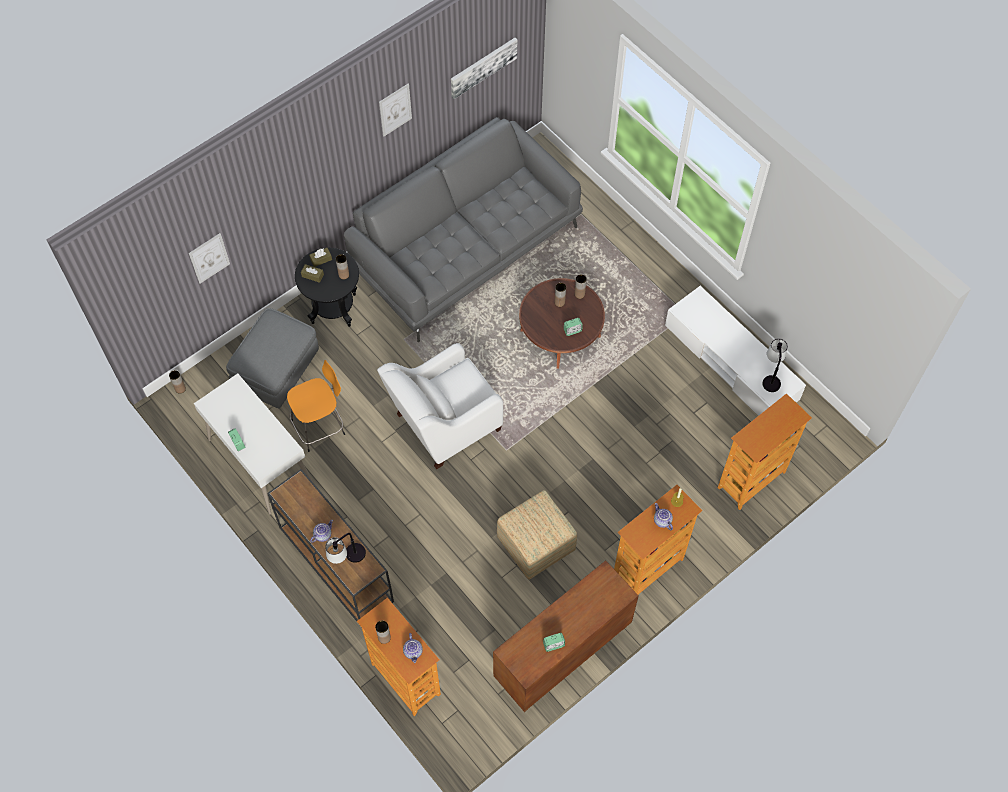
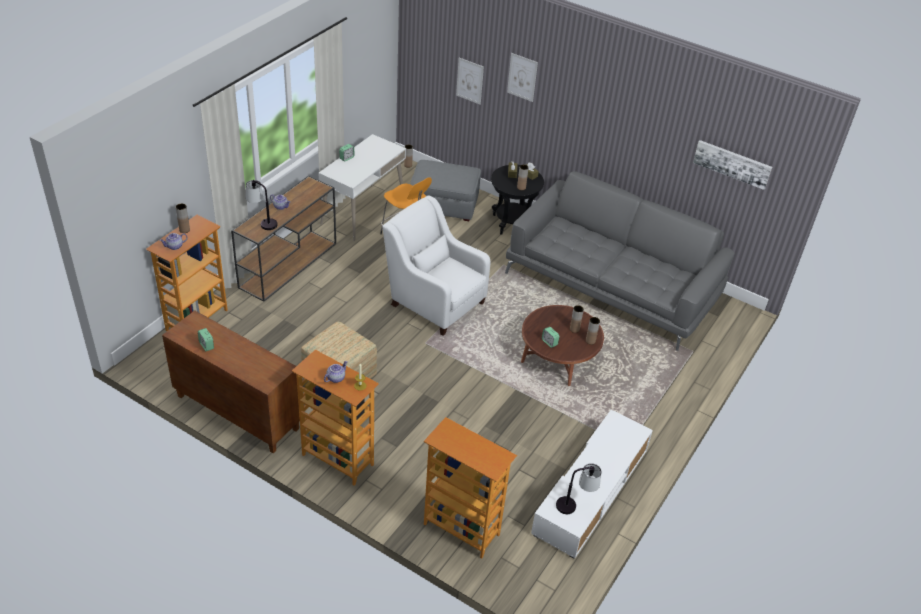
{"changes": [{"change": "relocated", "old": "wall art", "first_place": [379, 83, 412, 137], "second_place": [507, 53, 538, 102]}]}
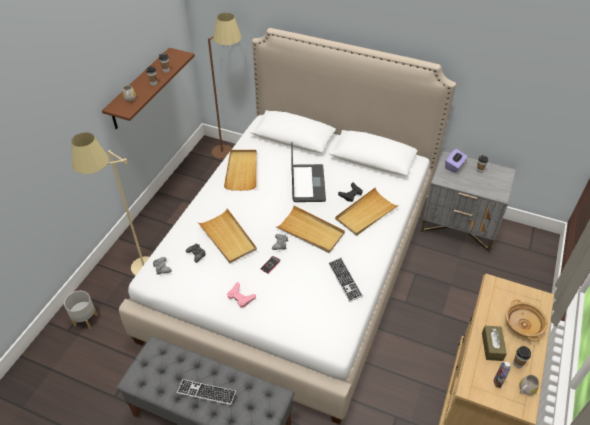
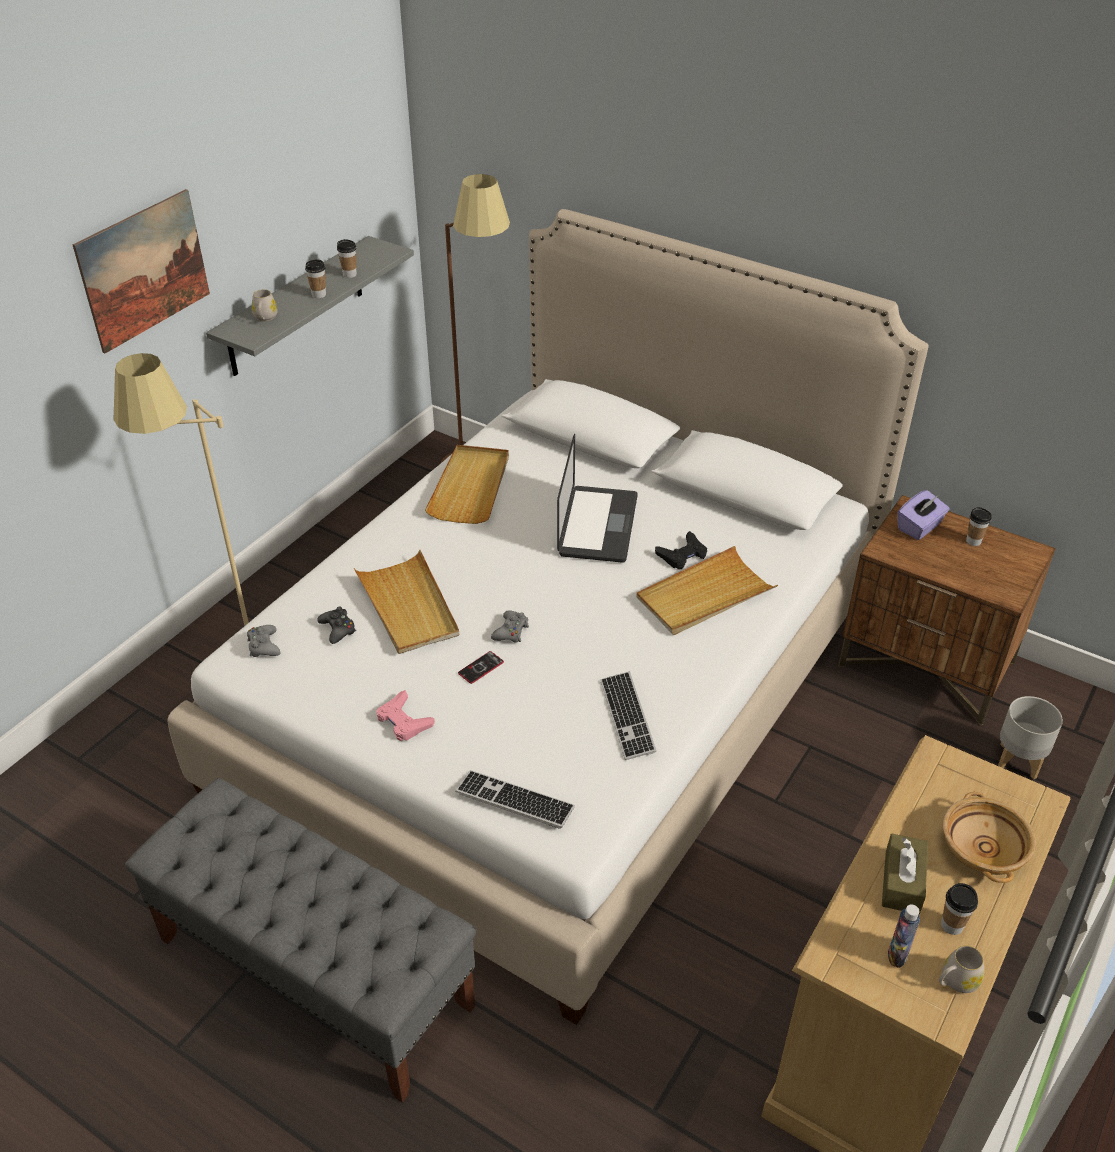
{"changes": [{"change": "missing", "old": "carrying tray/sand-coloured", "first_place": [277, 206, 345, 253]}, {"change": "appeared", "new": "wall art", "second_place": [73, 189, 210, 353]}, {"change": "relocated", "old": "planter/grey", "first_place": [64, 291, 98, 329], "second_place": [998, 696, 1063, 780]}, {"change": "relocated", "old": "keyboard", "first_place": [177, 379, 236, 405], "second_place": [455, 770, 575, 829]}, {"change": "colour", "old": "bracket shelf/brown", "new": "bracket shelf/grey", "first_place": [102, 48, 195, 129], "second_place": [206, 236, 414, 376]}, {"change": "colour", "old": "bedside table/grey", "new": "bedside table/brown", "first_place": [420, 151, 516, 253], "second_place": [839, 495, 1056, 725]}]}
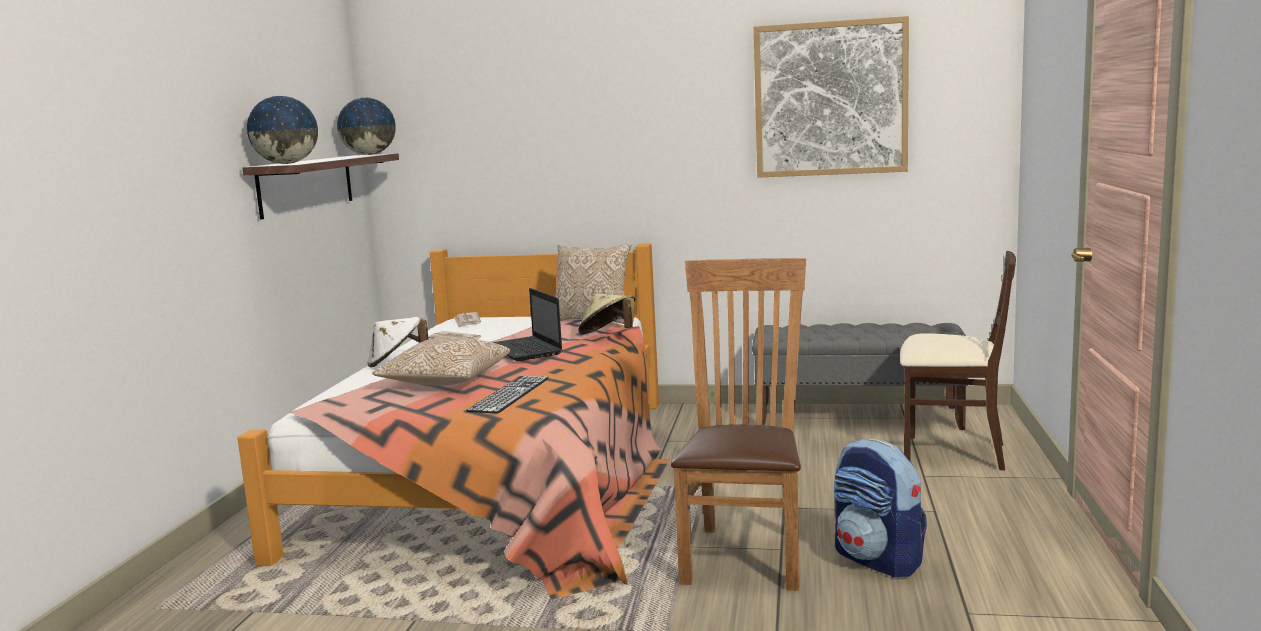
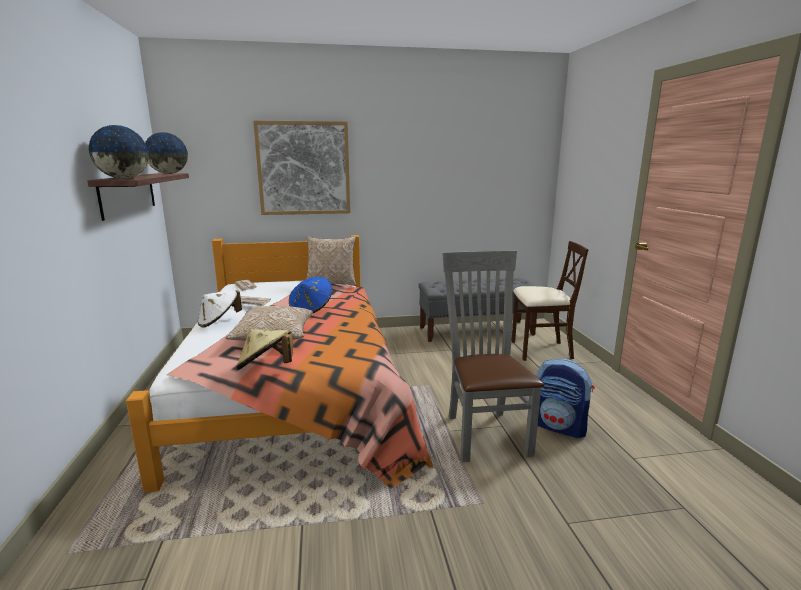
{"changes": [{"change": "missing", "old": "keyboard", "first_place": [466, 376, 549, 414]}, {"change": "relocated", "old": "hat/sand-coloured", "first_place": [578, 294, 635, 334], "second_place": [236, 329, 293, 370]}, {"change": "relocated", "old": "wall art", "first_place": [754, 16, 909, 178], "second_place": [253, 120, 350, 215]}, {"change": "exchanged", "old": "portable computer", "new": "hat/bluish", "first_place": [492, 288, 562, 361], "second_place": [289, 277, 332, 314]}, {"change": "colour", "old": "upright chair/brown", "new": "upright chair/grey", "first_place": [671, 258, 806, 591], "second_place": [442, 250, 544, 462]}]}
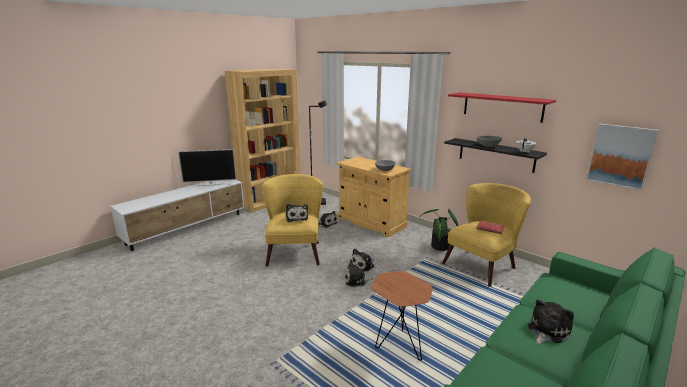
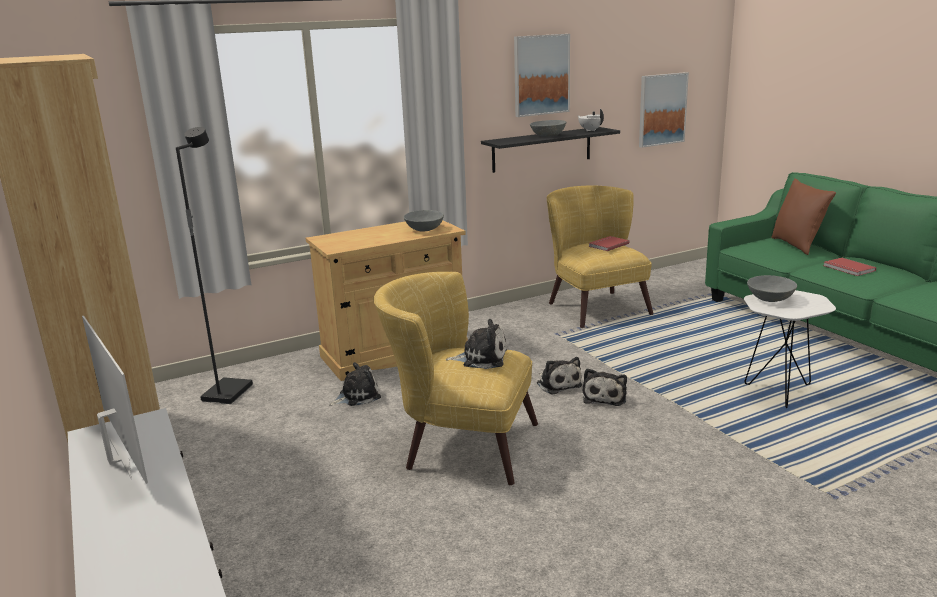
{"changes": [{"change": "missing", "old": "houseplant", "first_place": [421, 209, 458, 251]}, {"change": "appeared", "new": "deep dish/grey", "second_place": [747, 275, 797, 302]}, {"change": "appeared", "new": "pillow/brown", "second_place": [771, 178, 836, 255]}, {"change": "exchanged", "old": "bracket shelf/reddish", "new": "wall art", "first_place": [448, 92, 556, 123], "second_place": [514, 34, 570, 117]}, {"change": "exchanged", "old": "cuddly toy", "new": "book/reddish", "first_place": [528, 299, 574, 344], "second_place": [823, 258, 876, 276]}, {"change": "colour", "old": "accent table/brown", "new": "accent table/white-coloured", "first_place": [371, 271, 433, 361], "second_place": [744, 290, 836, 408]}, {"change": "spun", "old": "TV", "first_place": [178, 149, 236, 185], "second_place": [82, 316, 148, 484], "degrees": -45}]}
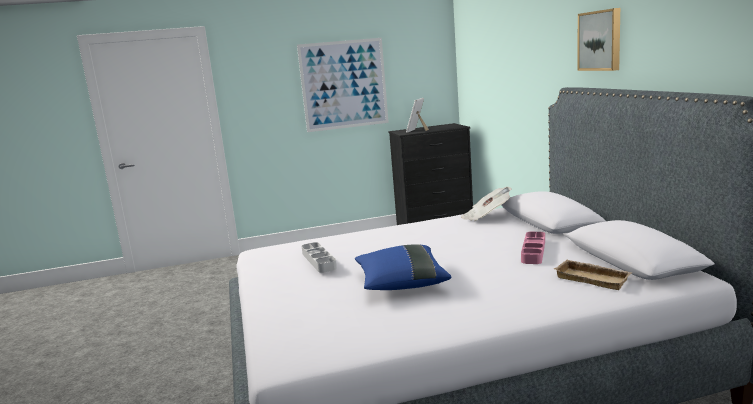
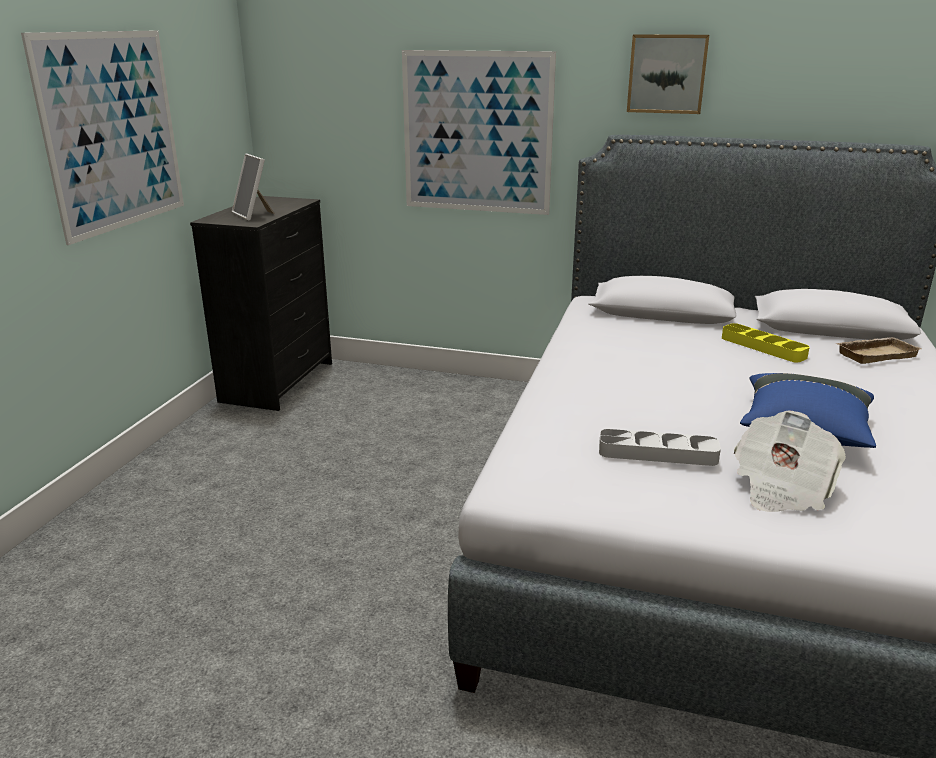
{"changes": [{"change": "appeared", "new": "wall art", "second_place": [402, 50, 556, 215]}, {"change": "relocated", "old": "newspaper", "first_place": [461, 187, 512, 221], "second_place": [734, 410, 846, 512]}, {"change": "colour", "old": "carrying tray/pinkish", "new": "carrying tray/yellowish", "first_place": [521, 232, 545, 264], "second_place": [722, 323, 810, 362]}]}
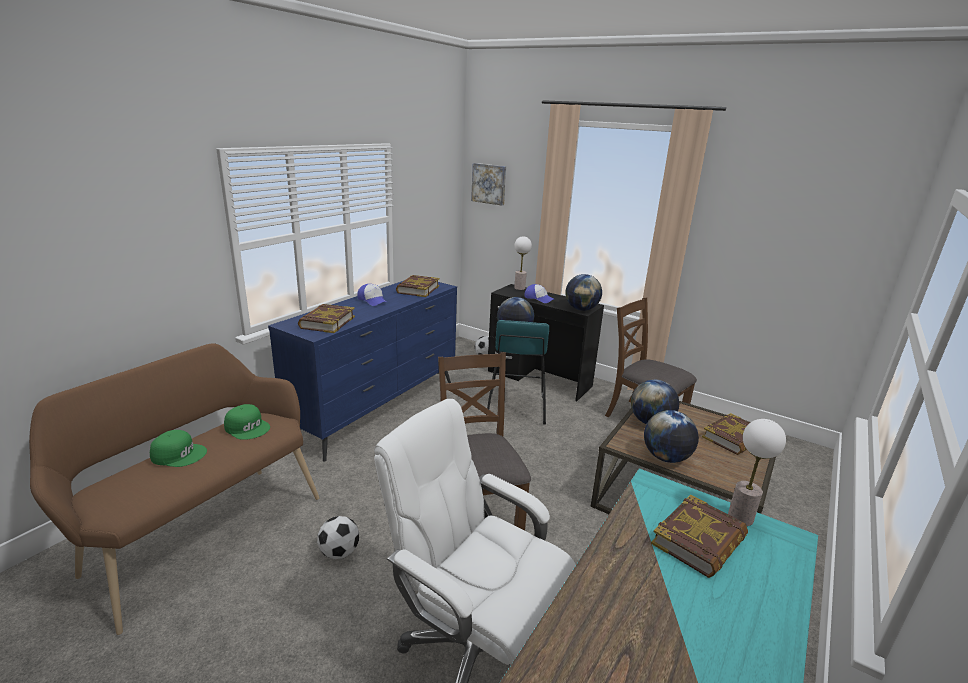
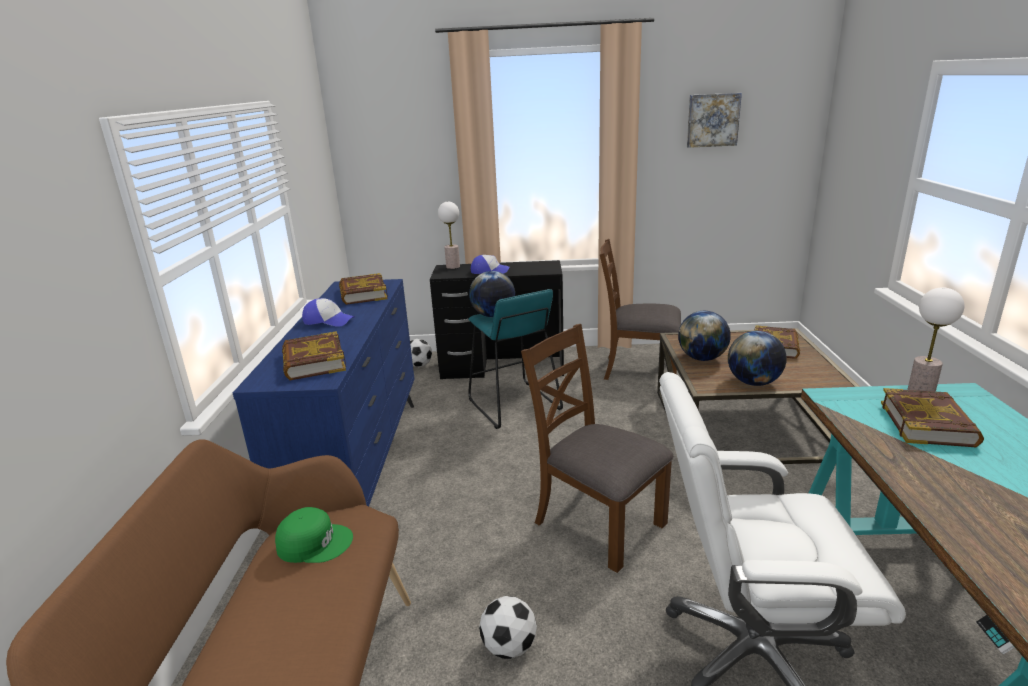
{"changes": [{"change": "missing", "old": "baseball cap/greenish", "first_place": [150, 430, 207, 467]}, {"change": "missing", "old": "desk globe", "first_place": [565, 274, 602, 311]}, {"change": "relocated", "old": "wall art", "first_place": [471, 163, 506, 206], "second_place": [687, 93, 742, 148]}]}
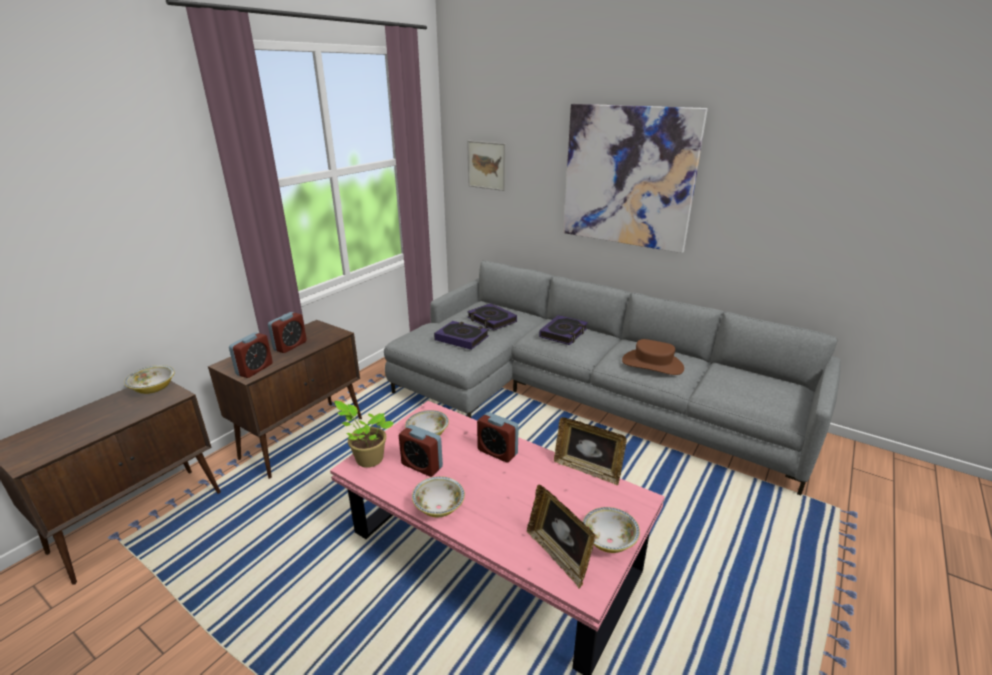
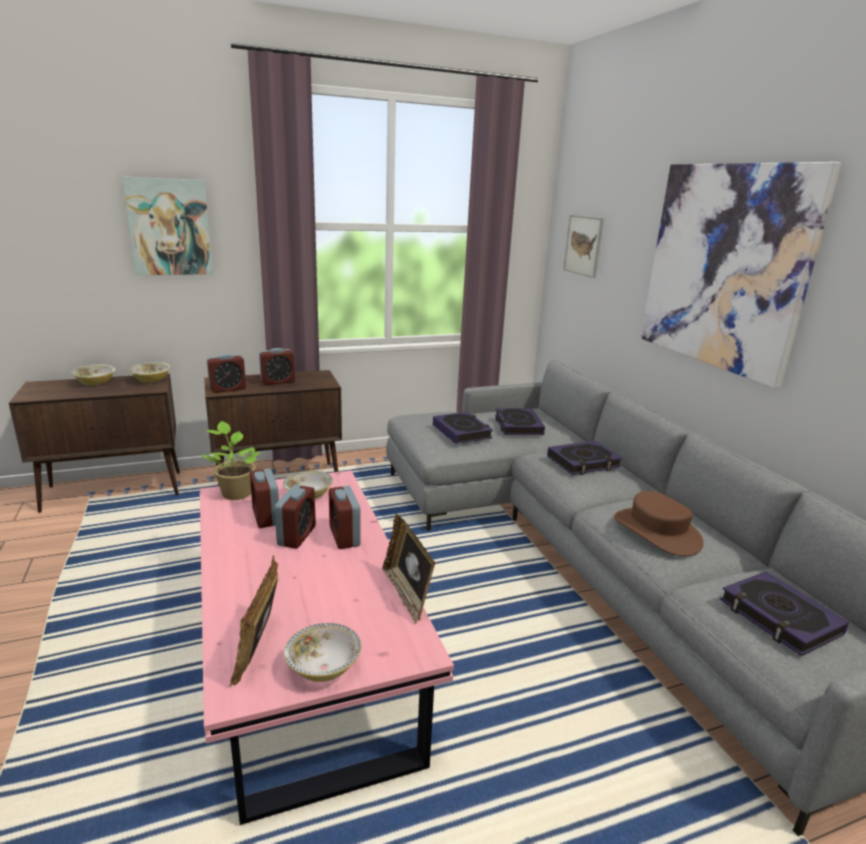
{"changes": [{"change": "appeared", "new": "wall art", "second_place": [122, 177, 213, 275]}, {"change": "appeared", "new": "alarm clock", "second_place": [275, 485, 316, 549]}, {"change": "appeared", "new": "book", "second_place": [720, 571, 849, 656]}, {"change": "relocated", "old": "deep dish", "first_place": [412, 476, 465, 517], "second_place": [71, 364, 116, 385]}]}
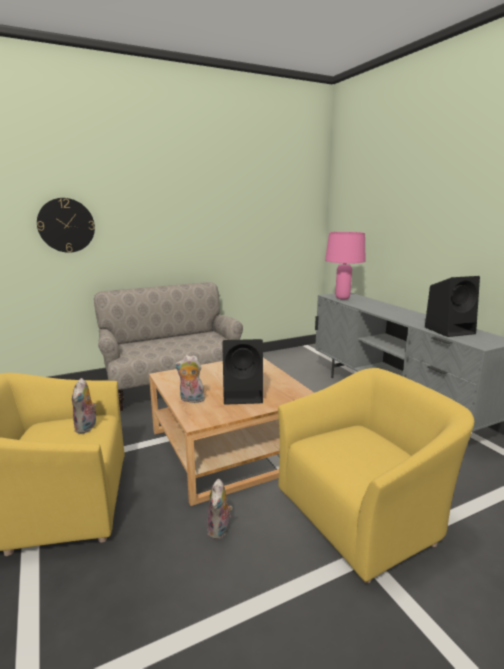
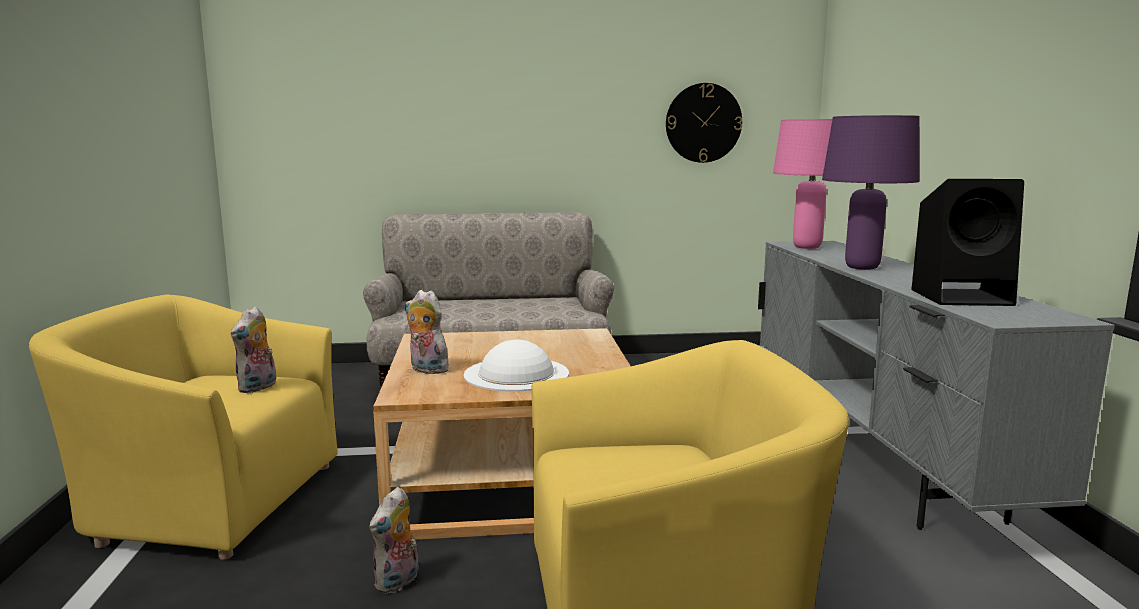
{"changes": [{"change": "appeared", "new": "table lamp/purple", "second_place": [822, 115, 920, 270]}, {"change": "relocated", "old": "clock on the wall", "first_place": [37, 198, 95, 253], "second_place": [666, 83, 742, 163]}, {"change": "exchanged", "old": "audio speaker/black", "new": "hat/white-coloured", "first_place": [222, 339, 263, 405], "second_place": [464, 340, 569, 392]}]}
